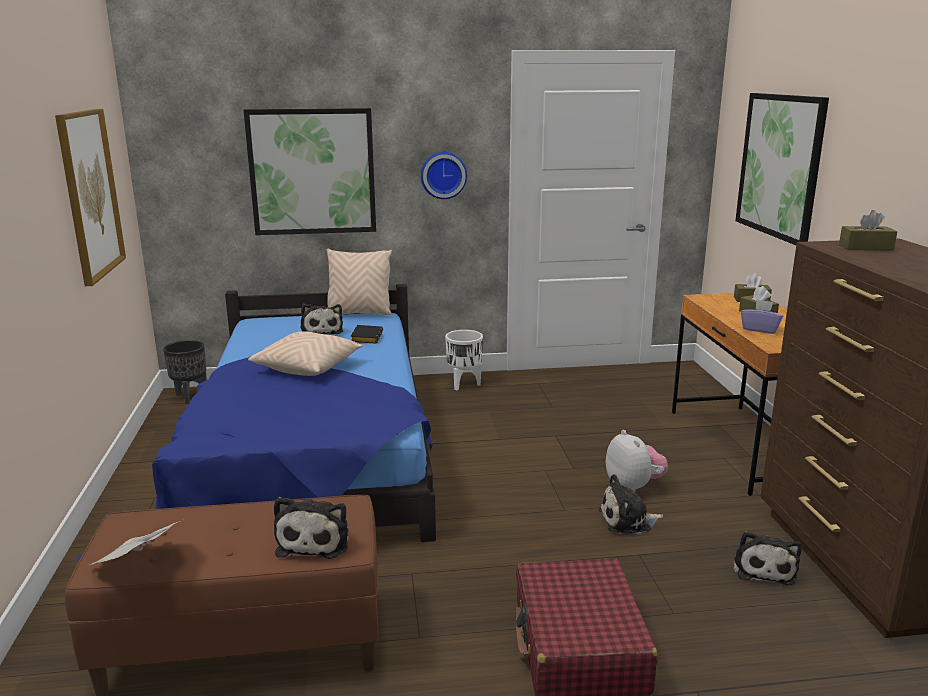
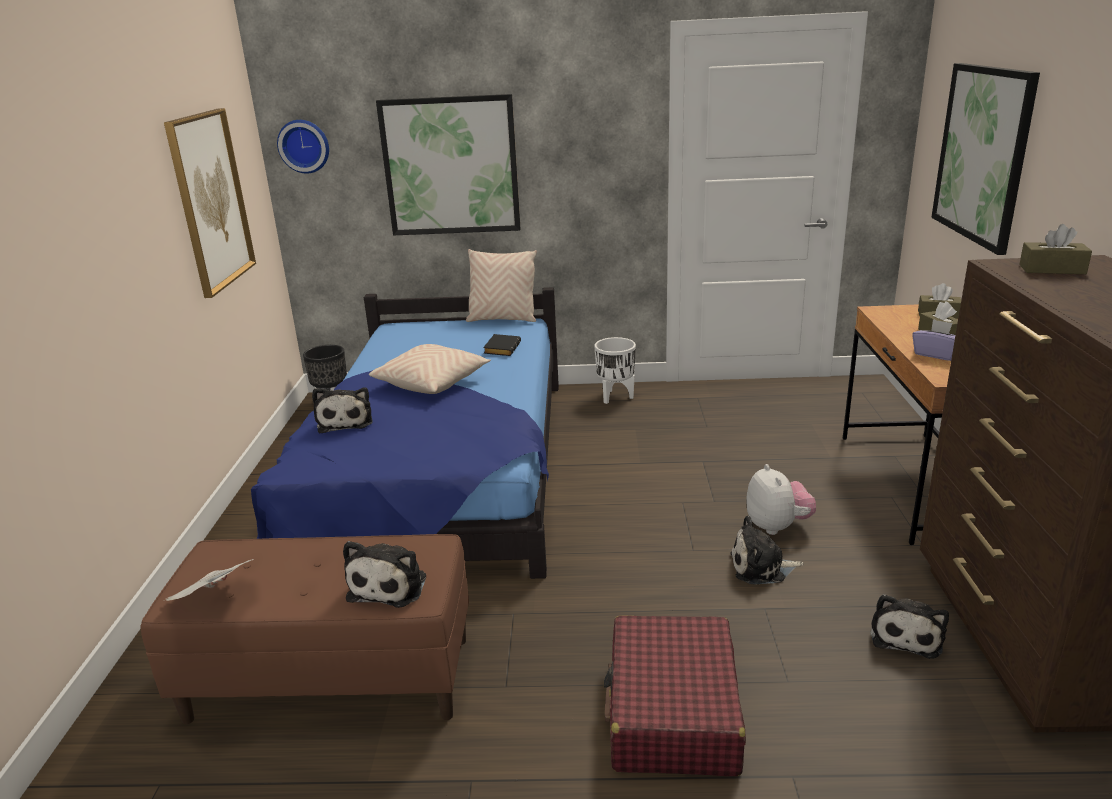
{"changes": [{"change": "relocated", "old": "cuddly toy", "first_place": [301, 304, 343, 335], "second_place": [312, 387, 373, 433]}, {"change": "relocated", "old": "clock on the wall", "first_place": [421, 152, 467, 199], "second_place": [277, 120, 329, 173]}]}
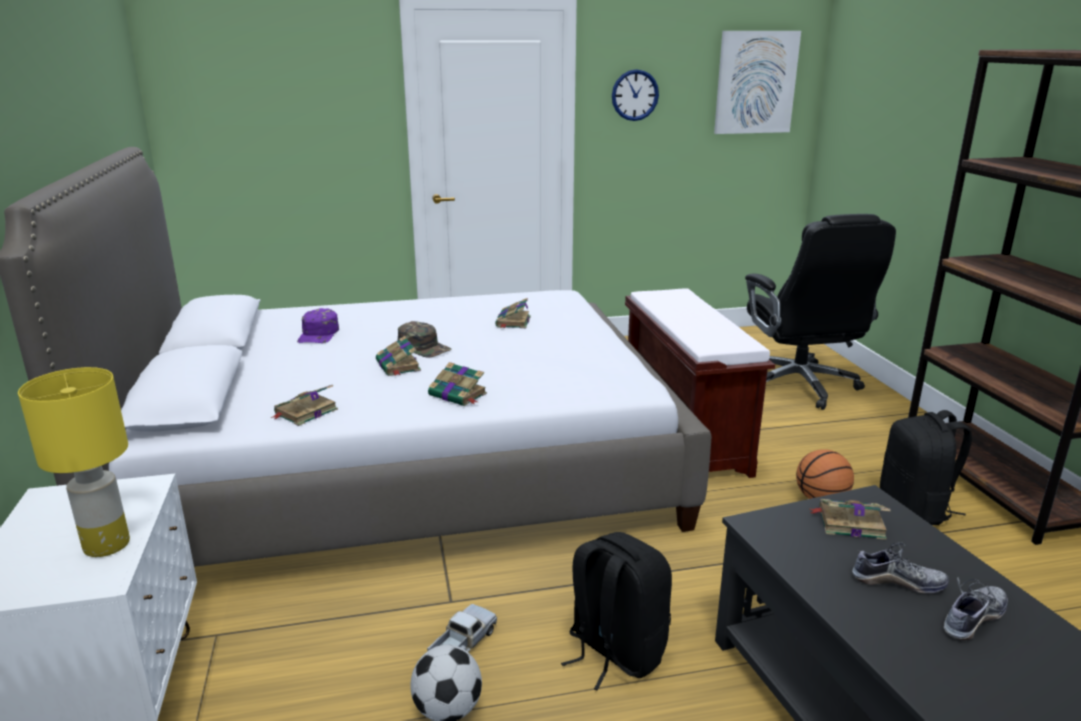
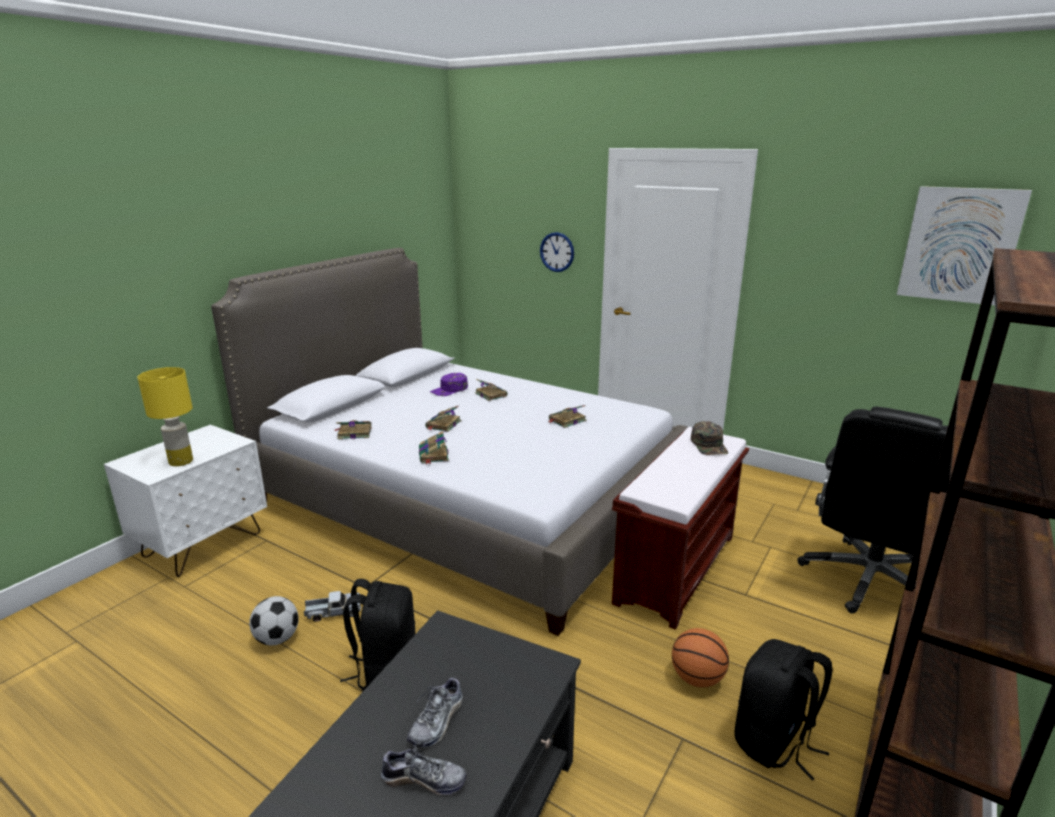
{"changes": [{"change": "relocated", "old": "baseball cap/greenish", "first_place": [398, 321, 452, 357], "second_place": [691, 421, 728, 455]}, {"change": "relocated", "old": "clock on the wall", "first_place": [612, 69, 659, 121], "second_place": [540, 232, 574, 272]}, {"change": "relocated", "old": "book", "first_place": [810, 499, 890, 540], "second_place": [475, 379, 508, 401]}, {"change": "spun", "old": "low shoe", "first_place": [852, 542, 949, 594], "second_place": [407, 677, 463, 747], "degrees": 60}]}
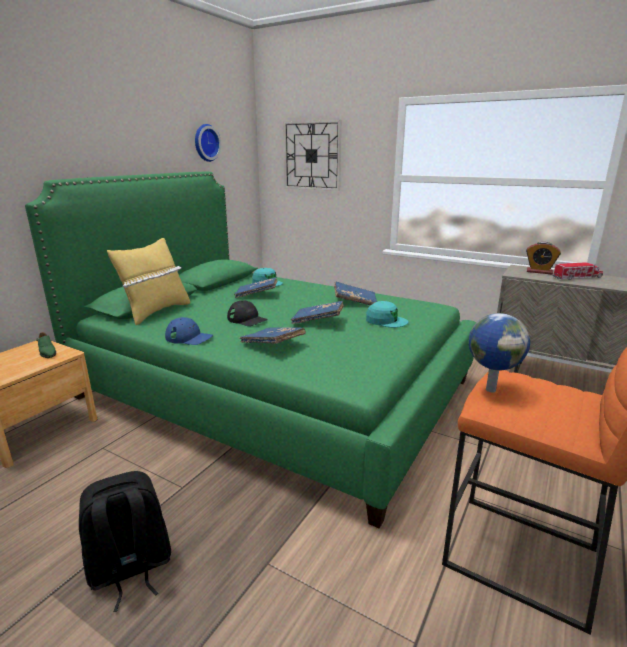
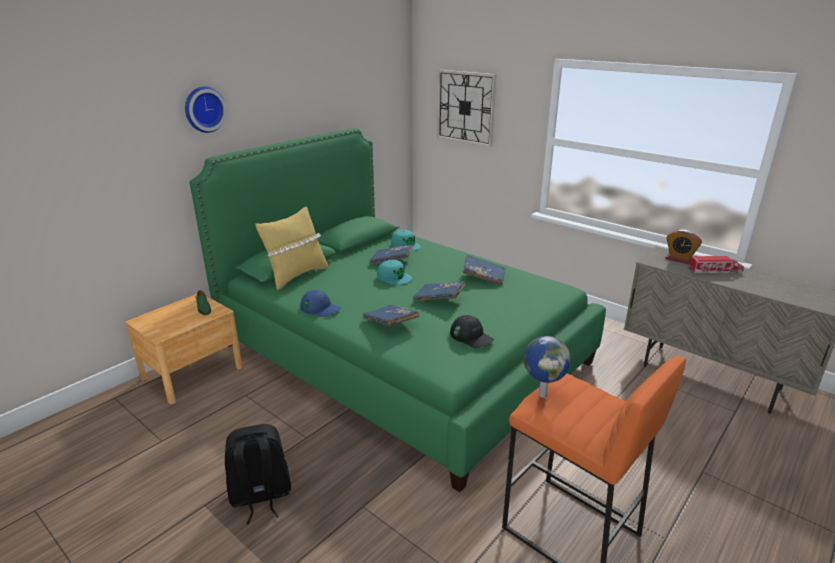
{"changes": [{"change": "relocated", "old": "clock on the wall", "first_place": [195, 124, 221, 162], "second_place": [185, 86, 227, 133]}, {"change": "relocated", "old": "baseball cap/black", "first_place": [227, 300, 268, 326], "second_place": [450, 315, 494, 348]}, {"change": "relocated", "old": "baseball cap/turquoise", "first_place": [366, 301, 408, 328], "second_place": [377, 260, 412, 285]}]}
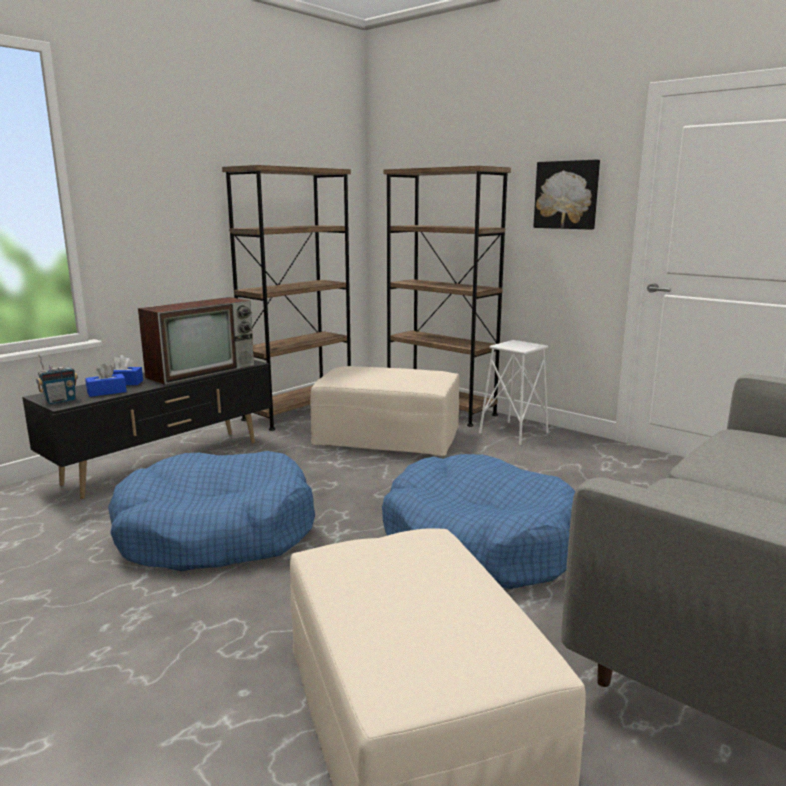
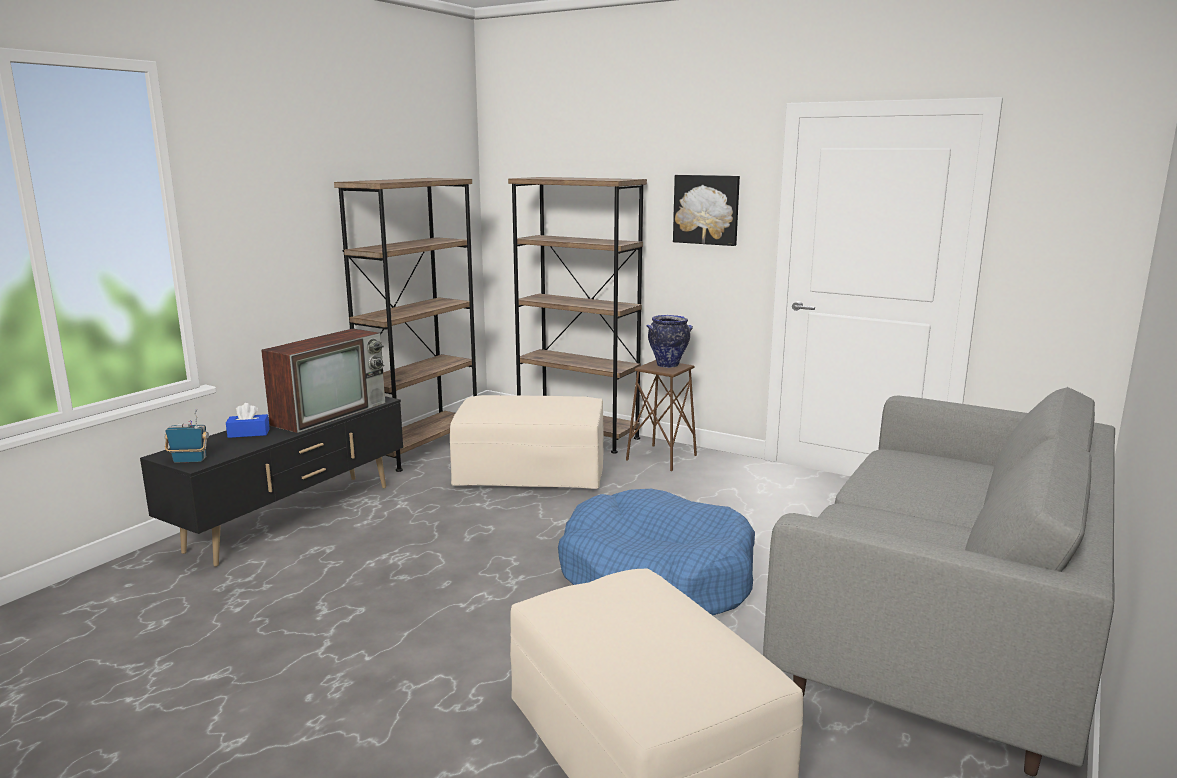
{"changes": [{"change": "missing", "old": "tissue box/bluish", "first_place": [85, 364, 127, 397]}, {"change": "missing", "old": "dog cushion/bluish", "first_place": [108, 451, 315, 571]}, {"change": "appeared", "new": "flower vase", "second_place": [646, 315, 693, 368]}, {"change": "colour", "old": "sitting stool/white-coloured", "new": "sitting stool/brown", "first_place": [479, 340, 548, 445], "second_place": [626, 360, 697, 471]}, {"change": "spun", "old": "radio receiver", "first_place": [37, 354, 78, 404], "second_place": [164, 409, 209, 463], "degrees": -135}]}
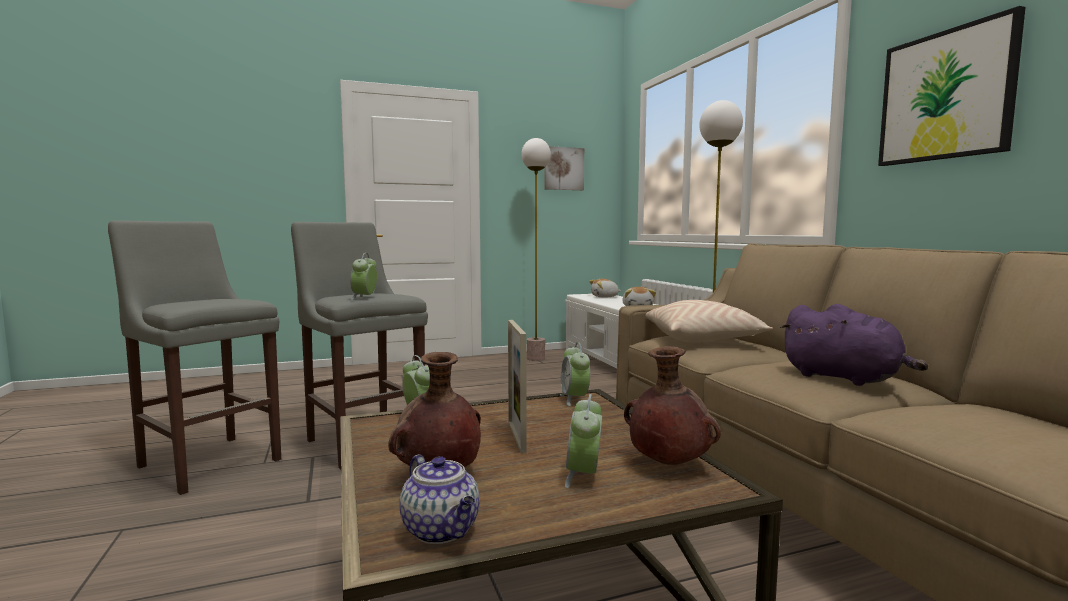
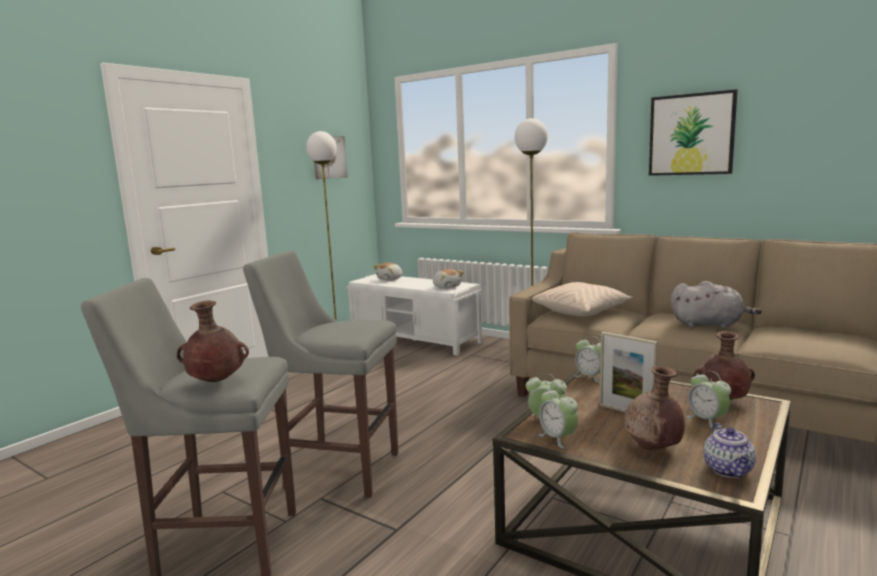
{"changes": [{"change": "appeared", "new": "flower vase/brown", "second_place": [177, 300, 249, 382]}, {"change": "relocated", "old": "alarm clock", "first_place": [350, 253, 377, 300], "second_place": [538, 386, 578, 448]}, {"change": "colour", "old": "cuddly toy/purple", "new": "cuddly toy/grey", "first_place": [780, 304, 928, 386], "second_place": [670, 281, 762, 328]}, {"change": "spun", "old": "tea pot", "first_place": [399, 454, 480, 544], "second_place": [703, 423, 756, 478], "degrees": 75}]}
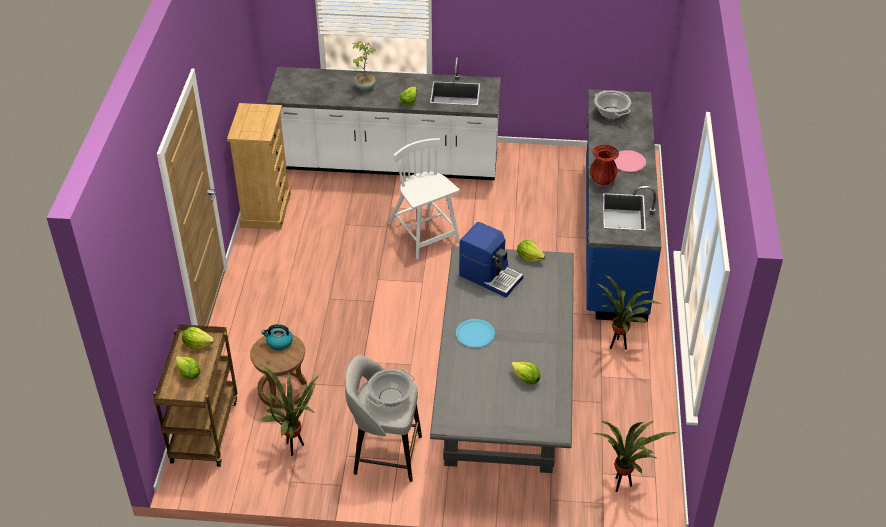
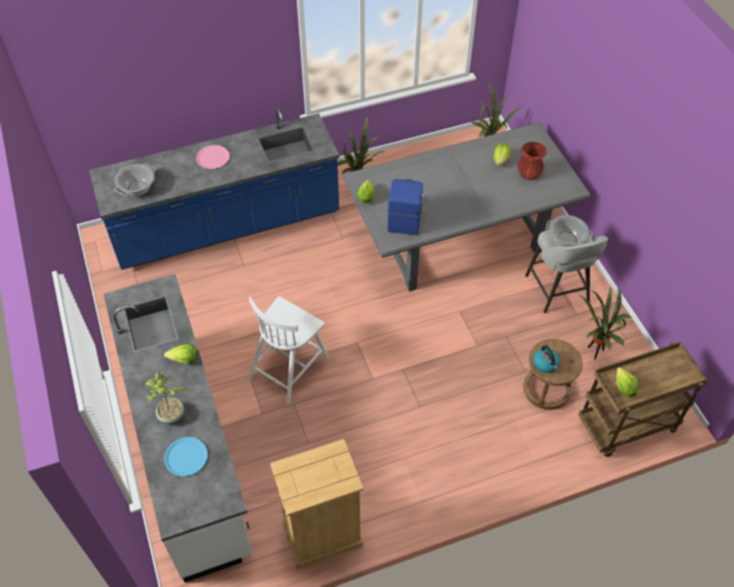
{"changes": [{"change": "missing", "old": "head of lettuce", "first_place": [175, 356, 201, 380]}, {"change": "relocated", "old": "dinner plate/bluish", "first_place": [456, 319, 495, 348], "second_place": [164, 437, 208, 476]}, {"change": "relocated", "old": "flower vase/reddish", "first_place": [590, 145, 619, 185], "second_place": [518, 142, 547, 180]}]}
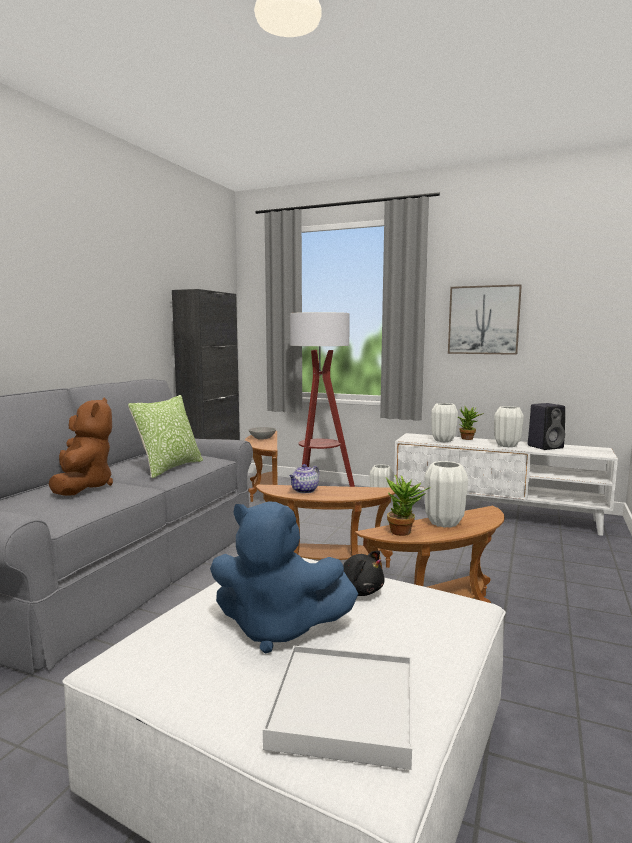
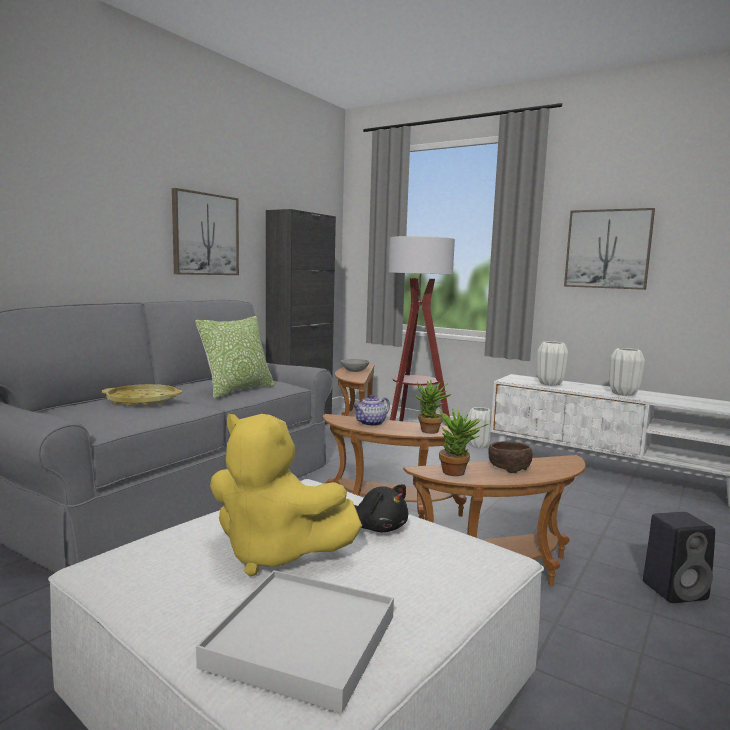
{"changes": [{"change": "appeared", "new": "wall art", "second_place": [172, 188, 239, 275]}, {"change": "relocated", "old": "houseplant", "first_place": [458, 406, 482, 440], "second_place": [414, 380, 451, 434]}, {"change": "relocated", "old": "audio speaker/black", "first_place": [528, 403, 565, 450], "second_place": [643, 512, 715, 603]}, {"change": "exchanged", "old": "cuddly toy/brown", "new": "carrying tray/yellowish", "first_place": [49, 397, 113, 496], "second_place": [102, 384, 182, 406]}, {"change": "exchanged", "old": "flower vase/white-coloured", "new": "deep dish/brown", "first_place": [424, 461, 468, 527], "second_place": [488, 441, 533, 473]}, {"change": "colour", "old": "cuddly toy/bluish", "new": "cuddly toy/yellowish", "first_place": [210, 502, 358, 654], "second_place": [210, 414, 362, 576]}]}
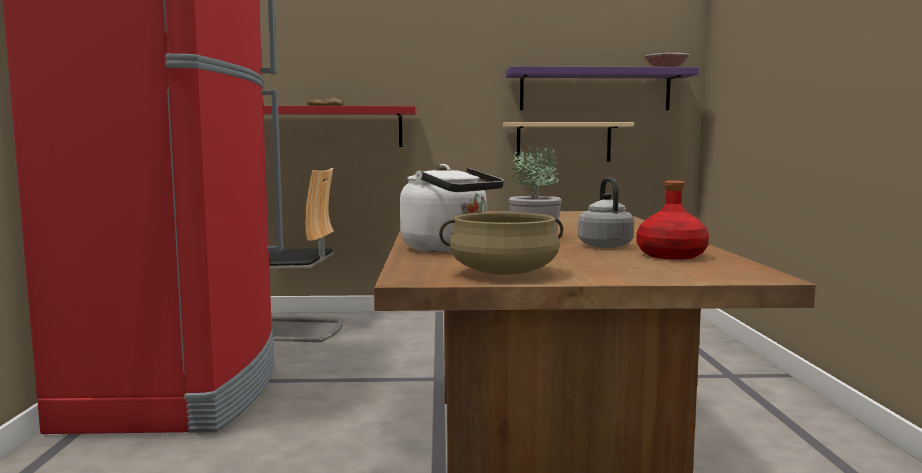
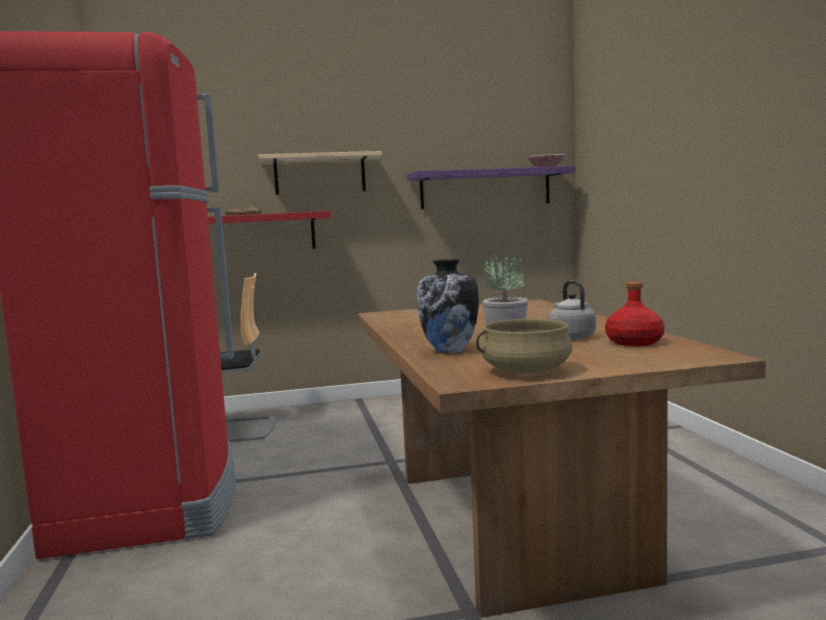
{"changes": [{"change": "relocated", "old": "bracket shelf/sand-coloured", "first_place": [503, 122, 634, 162], "second_place": [258, 151, 382, 195]}, {"change": "exchanged", "old": "tea kettle/white-coloured", "new": "flower vase", "first_place": [400, 164, 504, 252], "second_place": [417, 259, 479, 353]}]}
